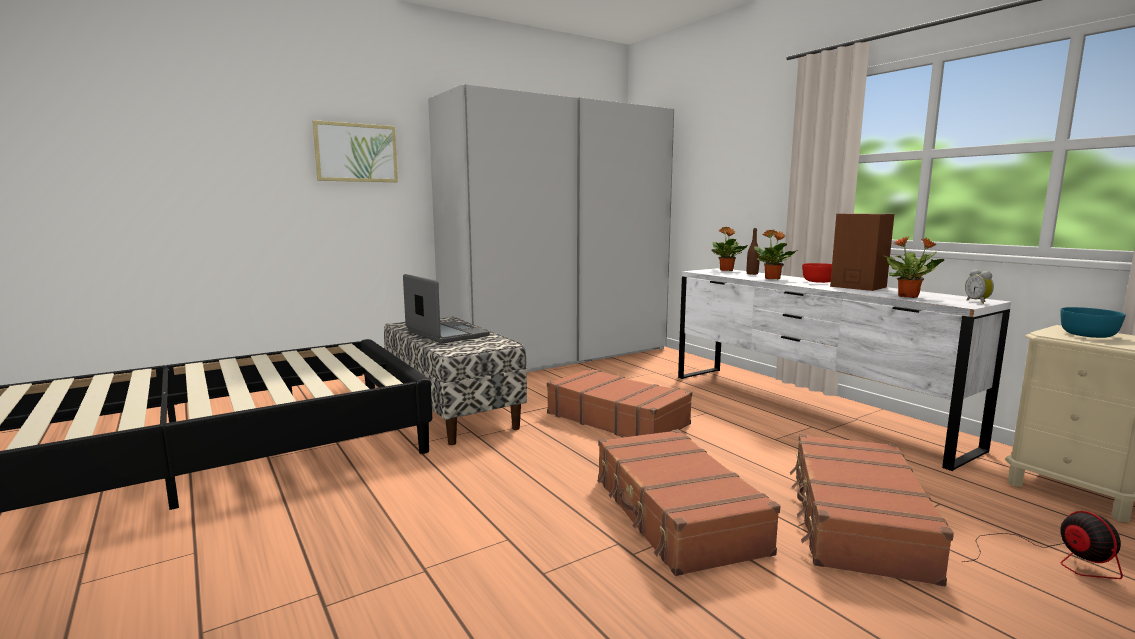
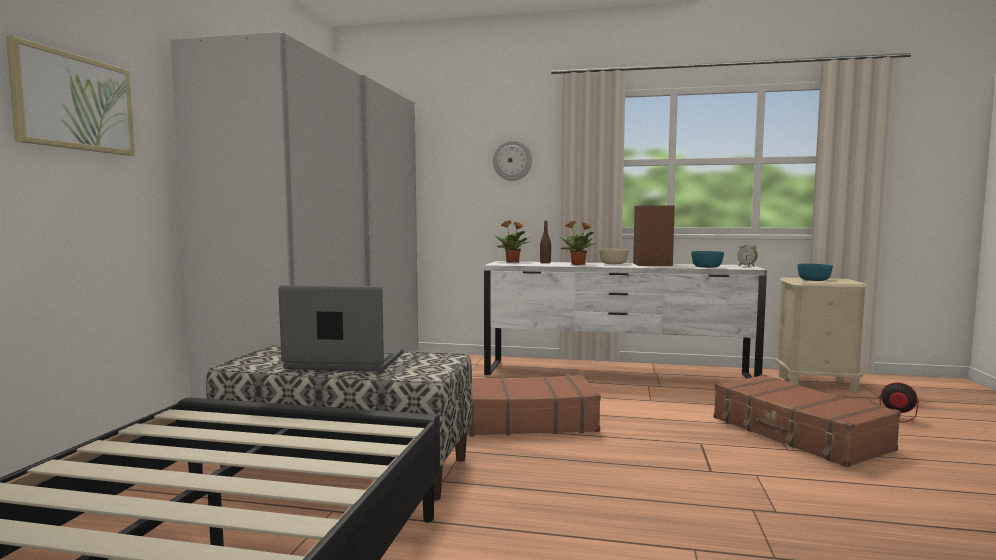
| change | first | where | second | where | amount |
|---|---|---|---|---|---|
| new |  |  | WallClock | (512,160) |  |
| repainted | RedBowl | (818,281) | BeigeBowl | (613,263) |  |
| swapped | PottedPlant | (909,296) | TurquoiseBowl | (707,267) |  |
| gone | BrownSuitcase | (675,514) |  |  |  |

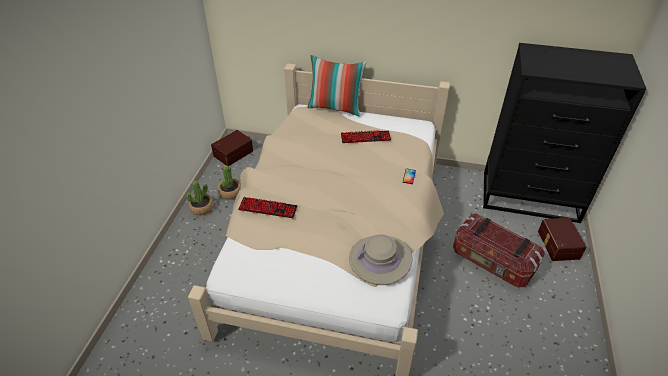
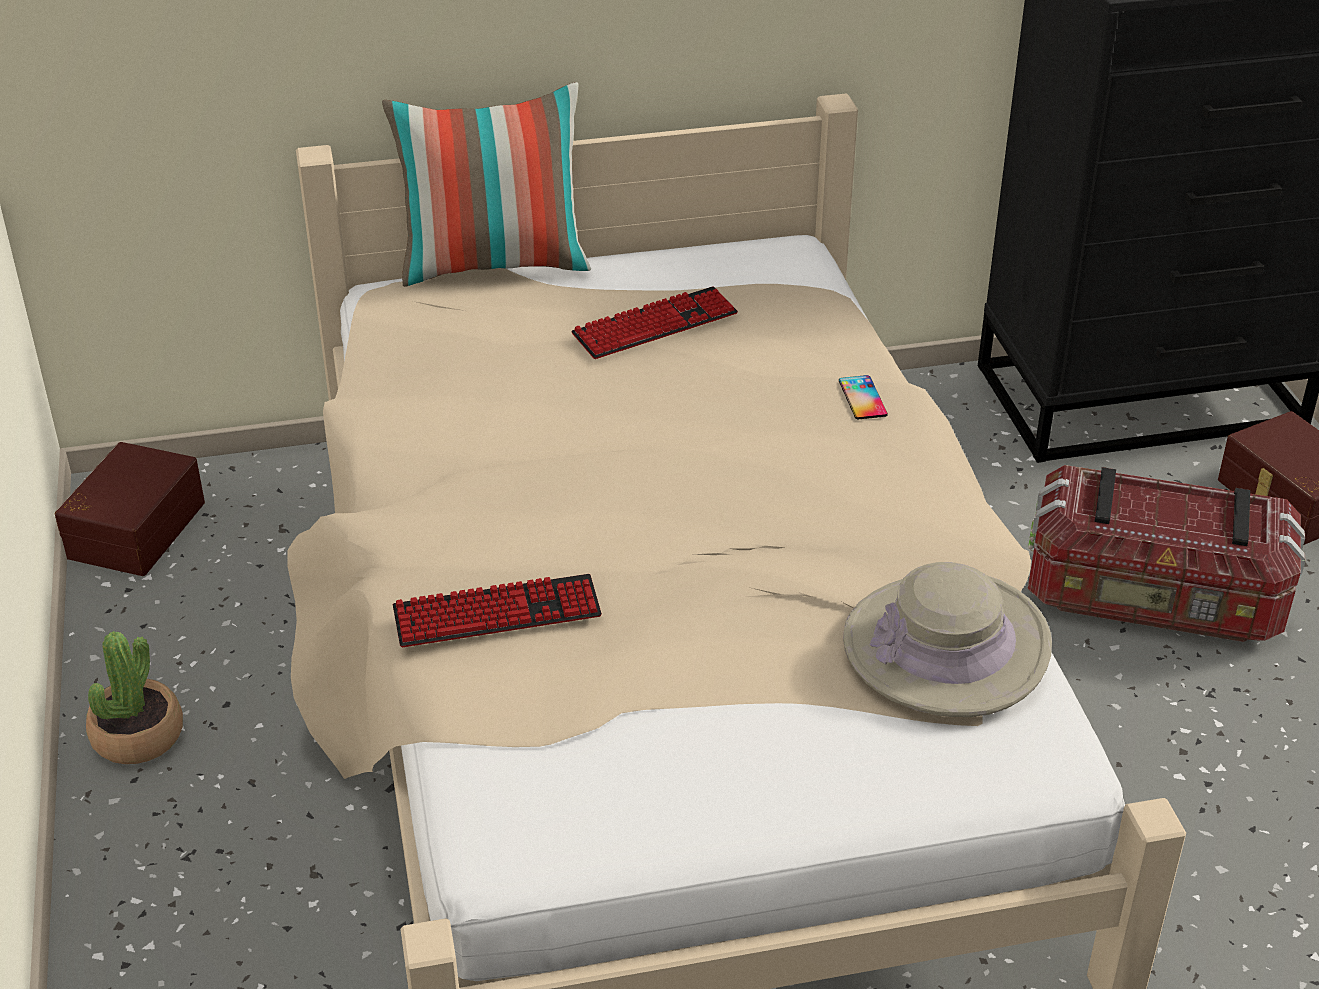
| change | first | where | second | where | amount |
|---|---|---|---|---|---|
| gone | PottedPlant | (230,192) |  |  |  |

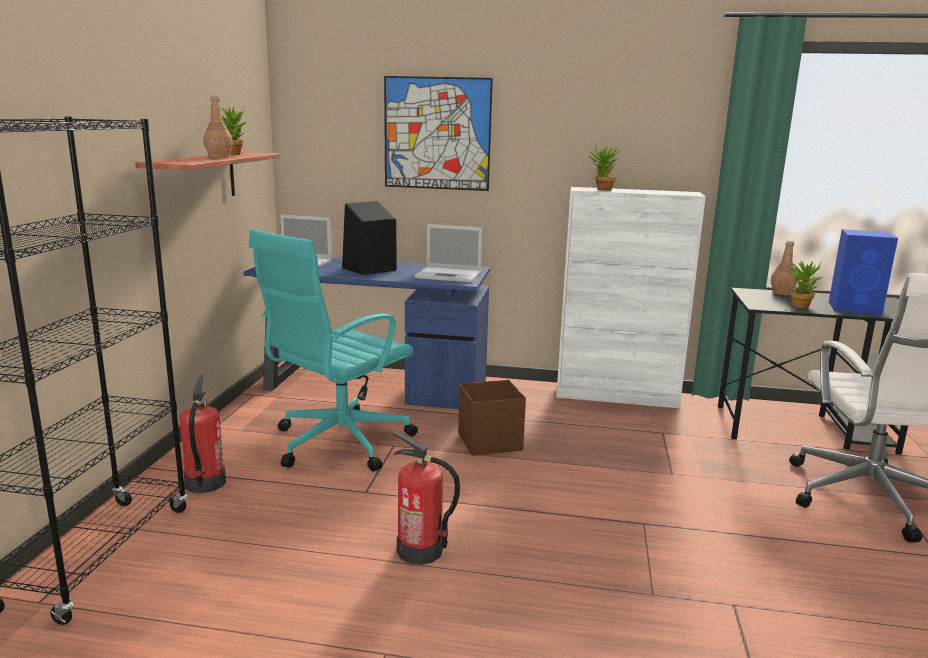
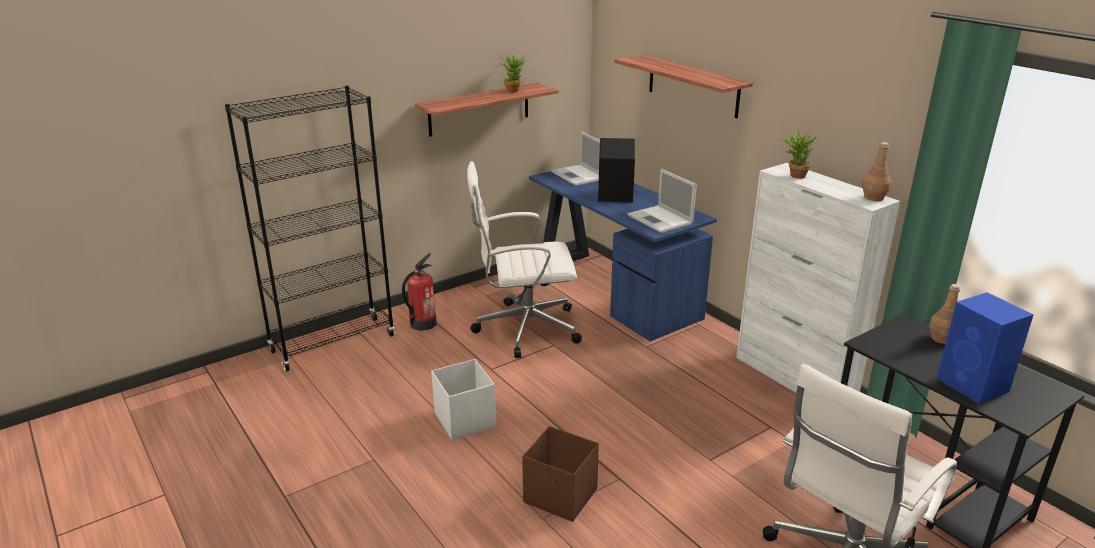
| change | first | where | second | where | amount |
|---|---|---|---|---|---|
| swapped | FireExtinguisher | (421,551) | WhiteStorageBox | (465,419) |  |
| repainted | TurquoiseOfficeChair | (338,443) | WhiteOfficeChair | (524,328) |  |
| shifted | BrownStorageBox | (491,442) |  | (561,497) |  |
| swapped | Picture | (437,133) | Shelf | (693,86) |  |
| shifted | BrownBottle | (218,157) |  | (873,197) |  |
| gone | PottedPlant | (799,305) |  |  |  |

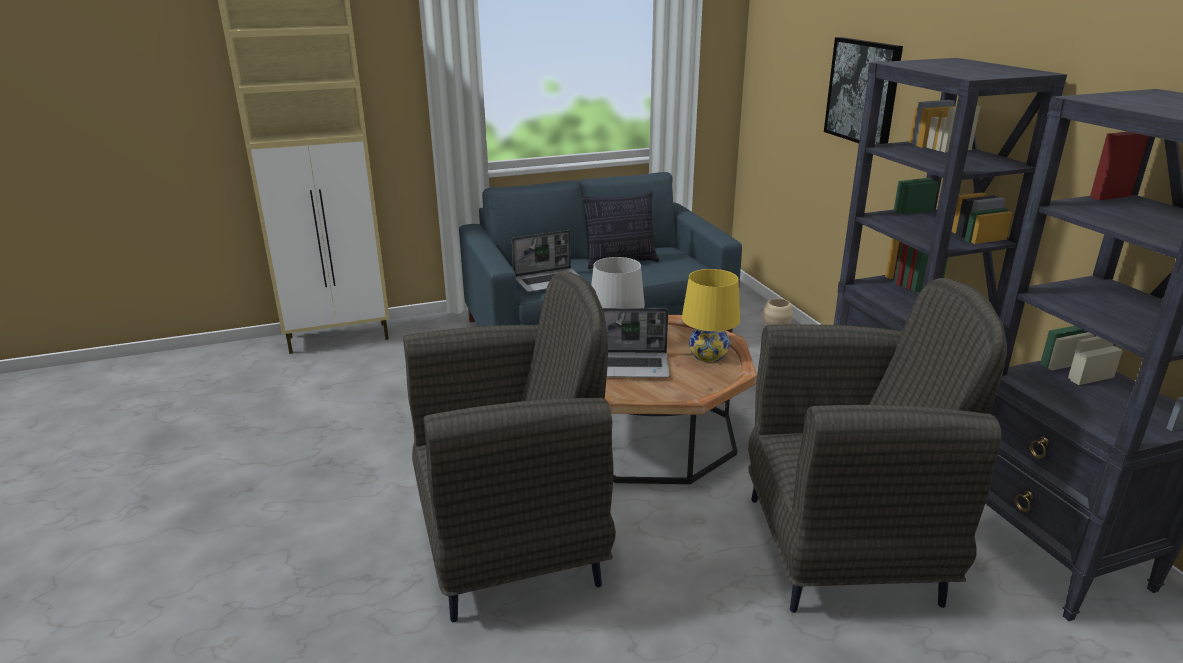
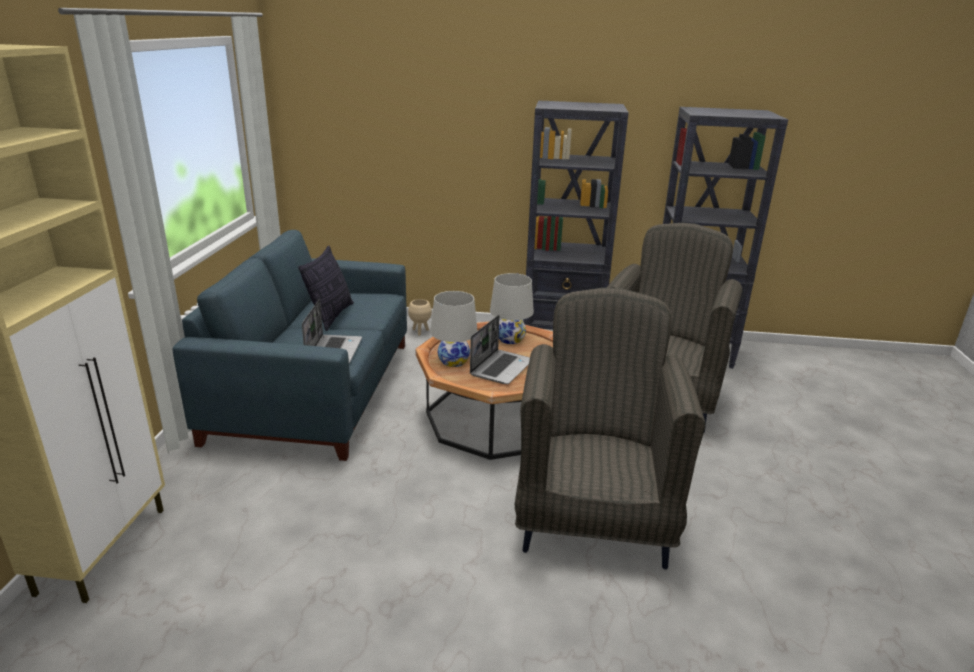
| change | first | where | second | where | amount |
|---|---|---|---|---|---|
| repainted | YellowTableLamp | (708,355) | WhiteTableLamp | (510,339) |  |
| gone | Picture | (863,92) |  |  |  |

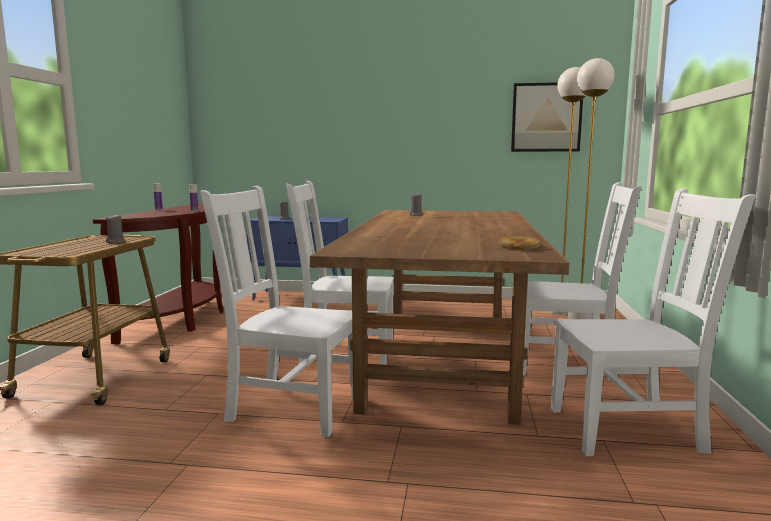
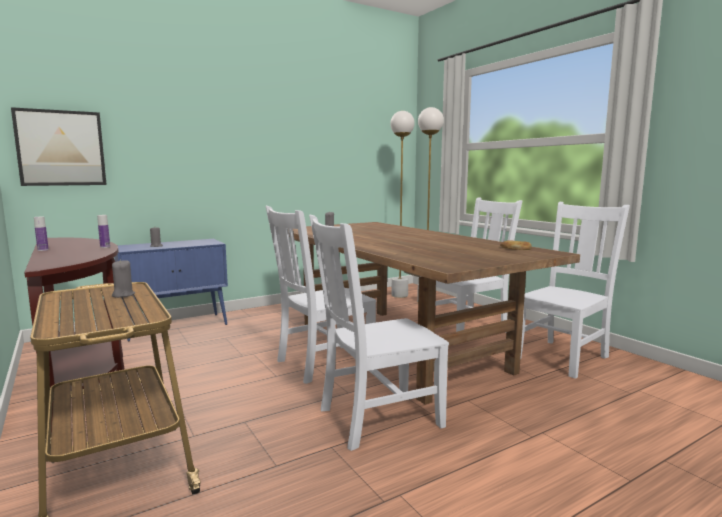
| change | first | where | second | where | amount |
|---|---|---|---|---|---|
| shifted | Picture | (546,117) |  | (61,148) |  |

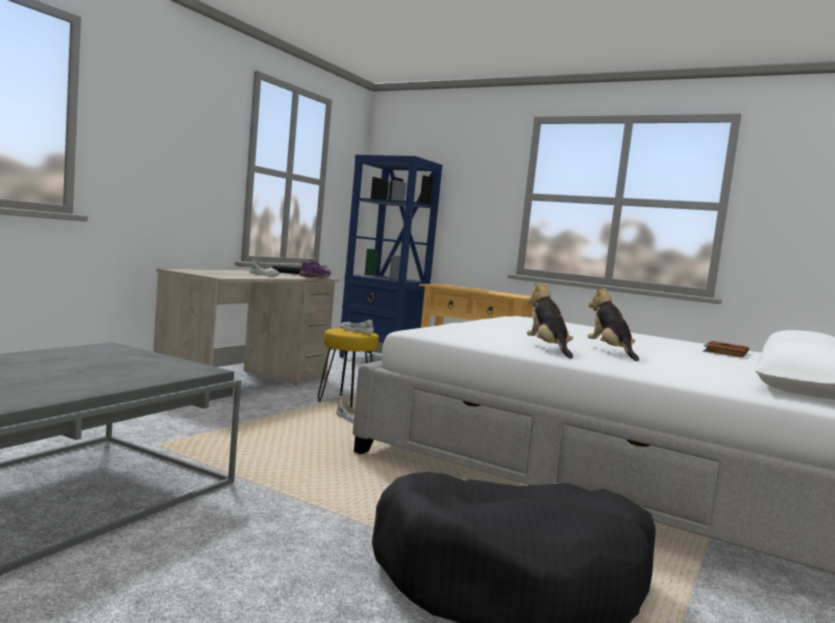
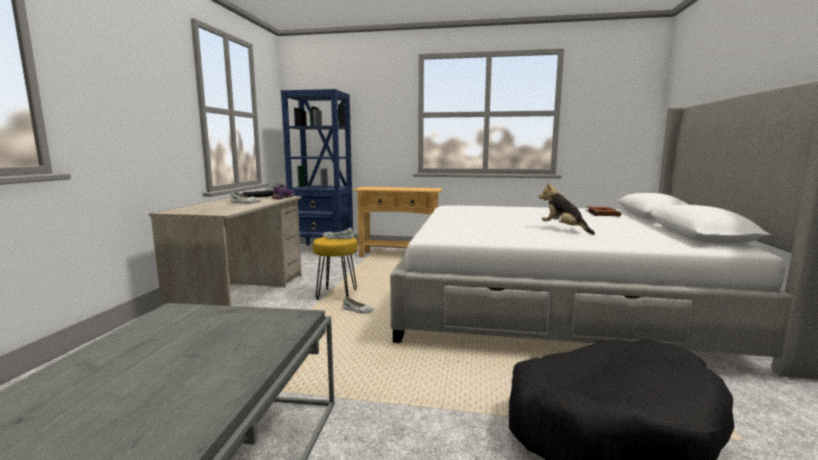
| change | first | where | second | where | amount |
|---|---|---|---|---|---|
| gone | PlushToy | (548,349) |  |  |  |

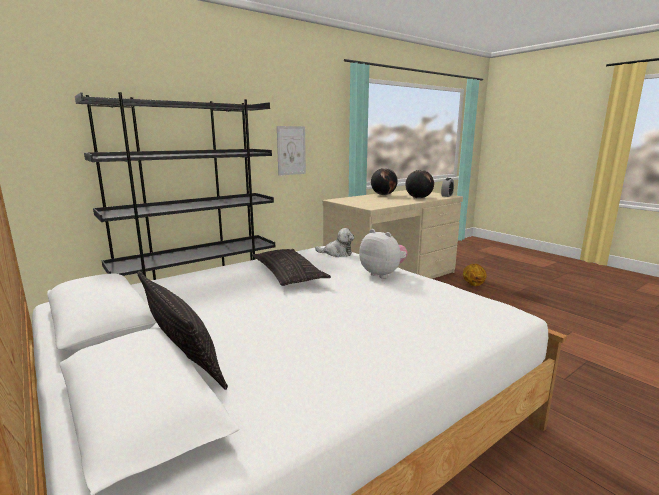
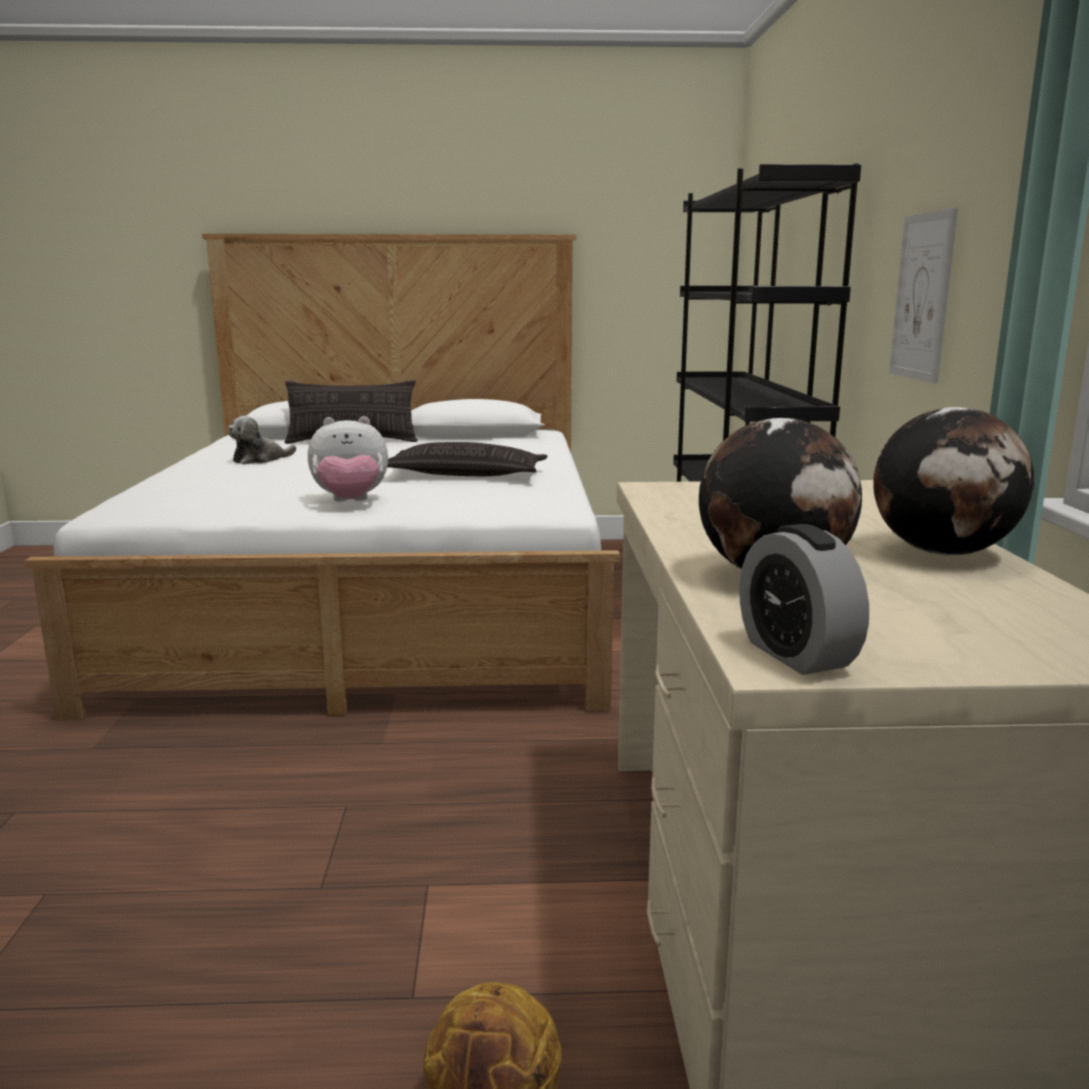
| change | first | where | second | where | amount |
|---|---|---|---|---|---|
| shifted | PlushToy | (337,253) |  | (260,460) |  |

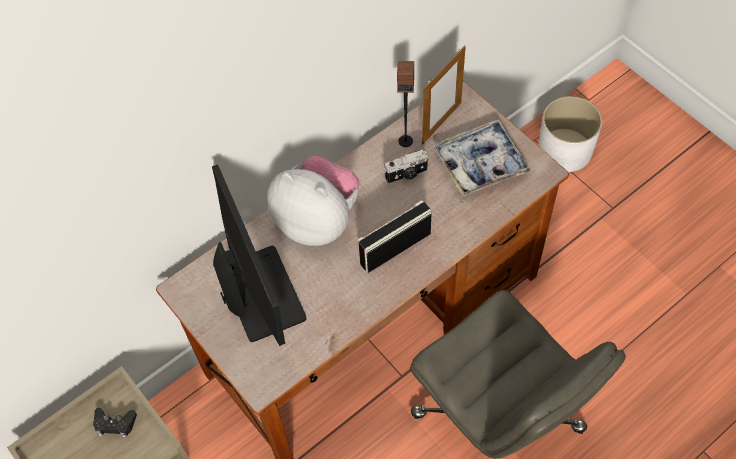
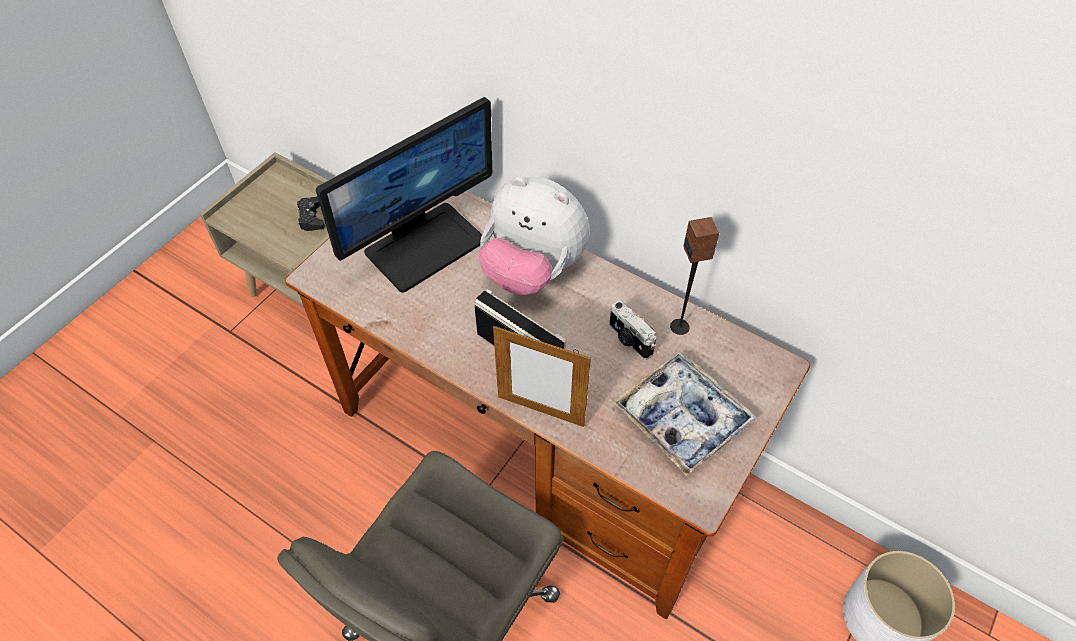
| change | first | where | second | where | amount |
|---|---|---|---|---|---|
| rotated | PlushToy | (318,220) |  | (532,270) | 105 degrees clockwise |
| shifted | PictureFrame | (441,123) |  | (540,411) |  |

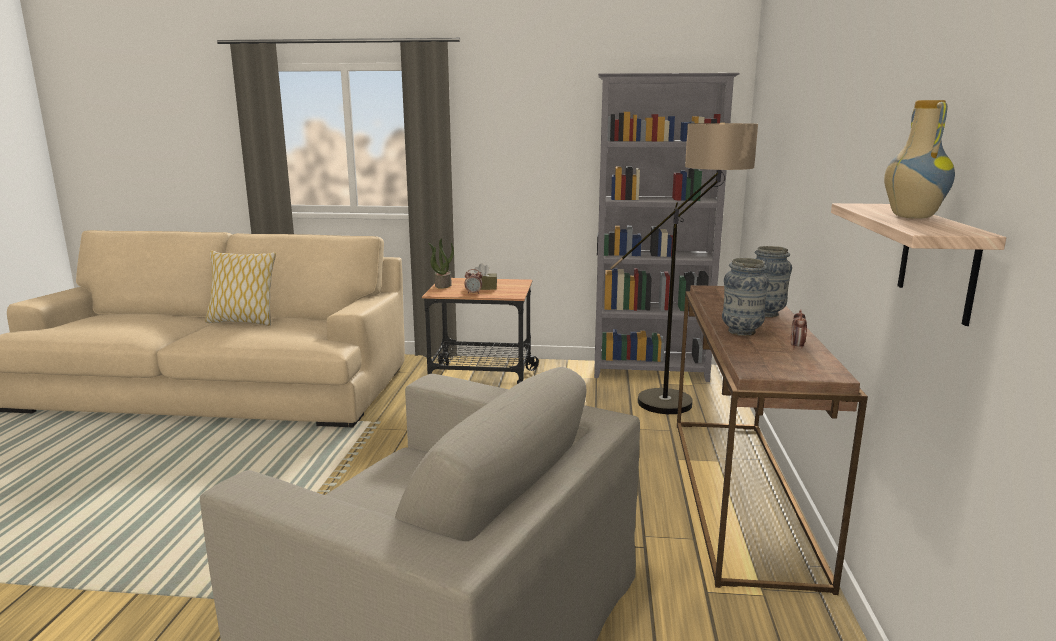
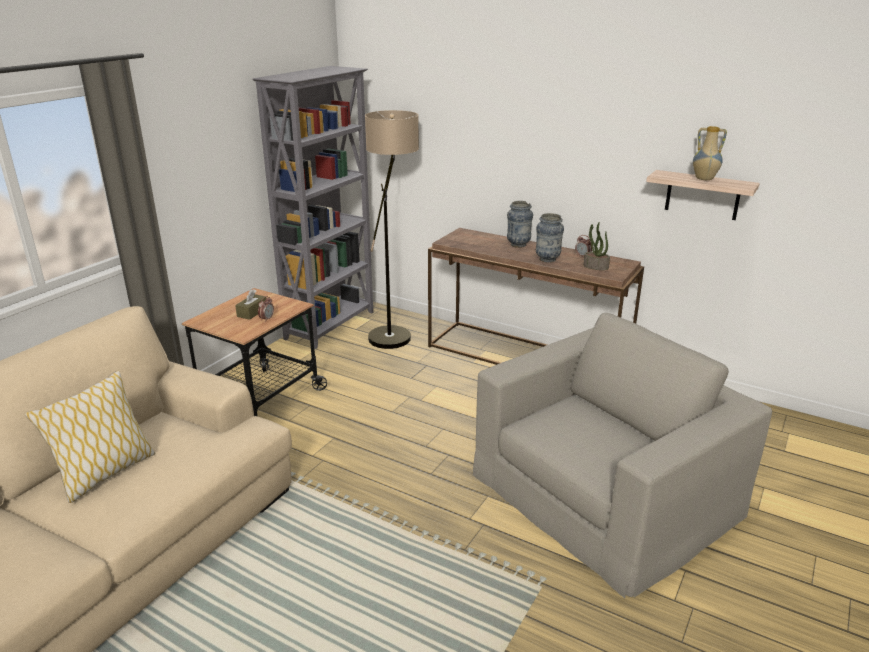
| change | first | where | second | where | amount |
|---|---|---|---|---|---|
| shifted | PottedPlant | (442,285) |  | (595,267) |  |

